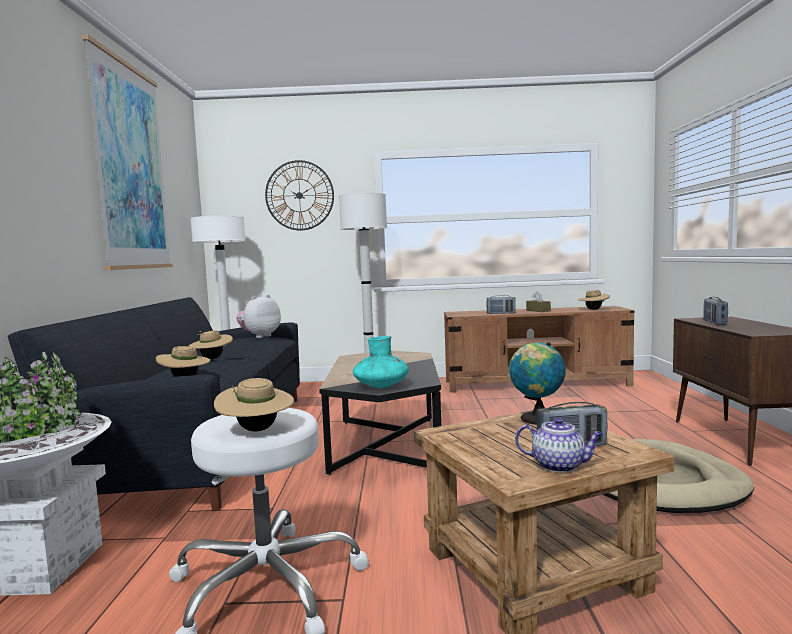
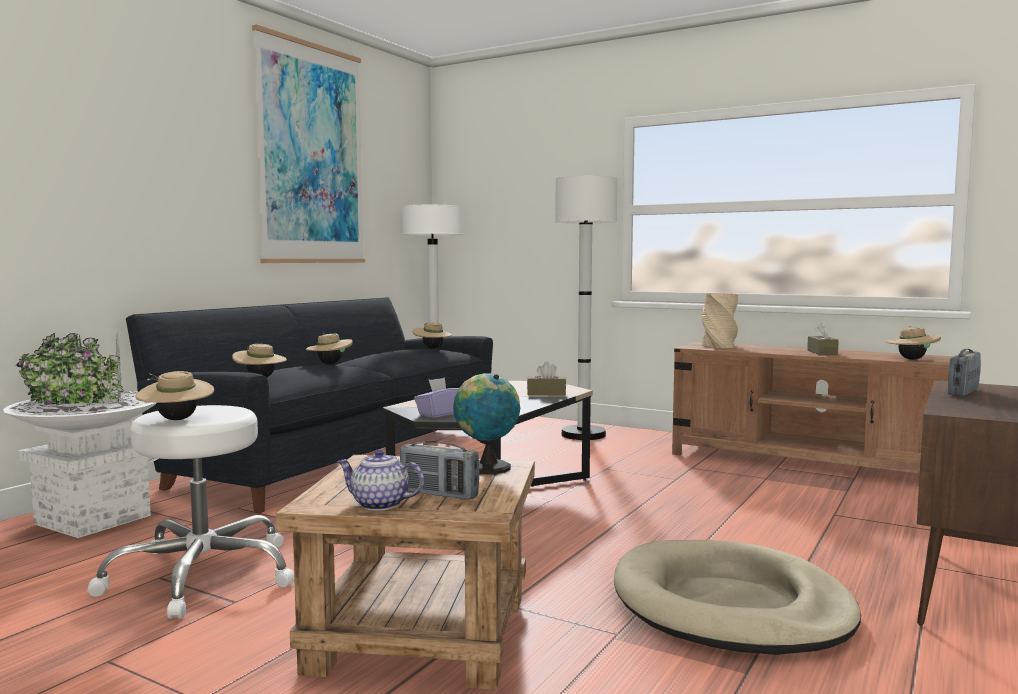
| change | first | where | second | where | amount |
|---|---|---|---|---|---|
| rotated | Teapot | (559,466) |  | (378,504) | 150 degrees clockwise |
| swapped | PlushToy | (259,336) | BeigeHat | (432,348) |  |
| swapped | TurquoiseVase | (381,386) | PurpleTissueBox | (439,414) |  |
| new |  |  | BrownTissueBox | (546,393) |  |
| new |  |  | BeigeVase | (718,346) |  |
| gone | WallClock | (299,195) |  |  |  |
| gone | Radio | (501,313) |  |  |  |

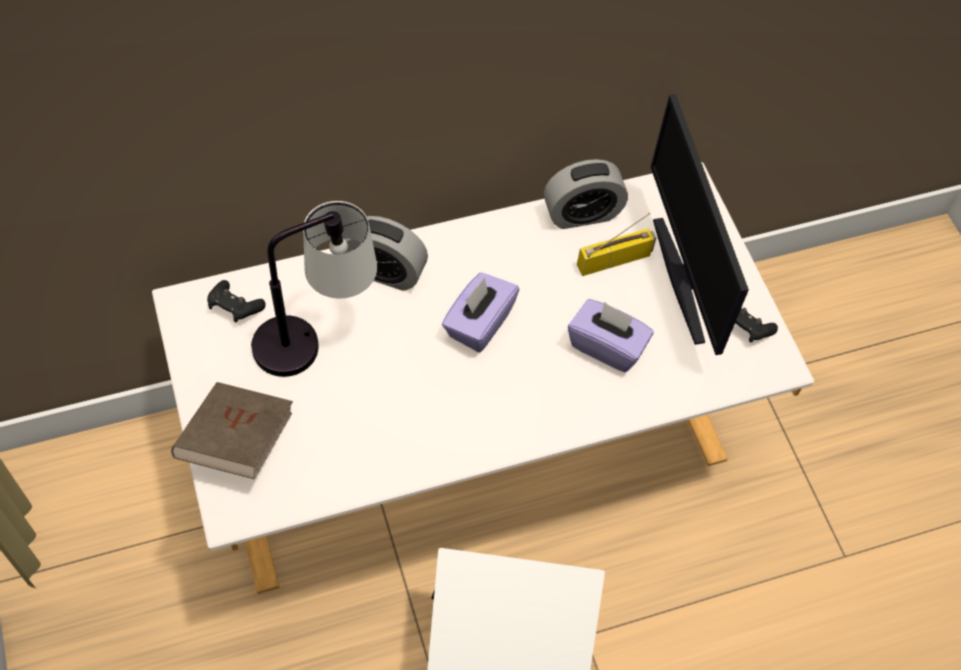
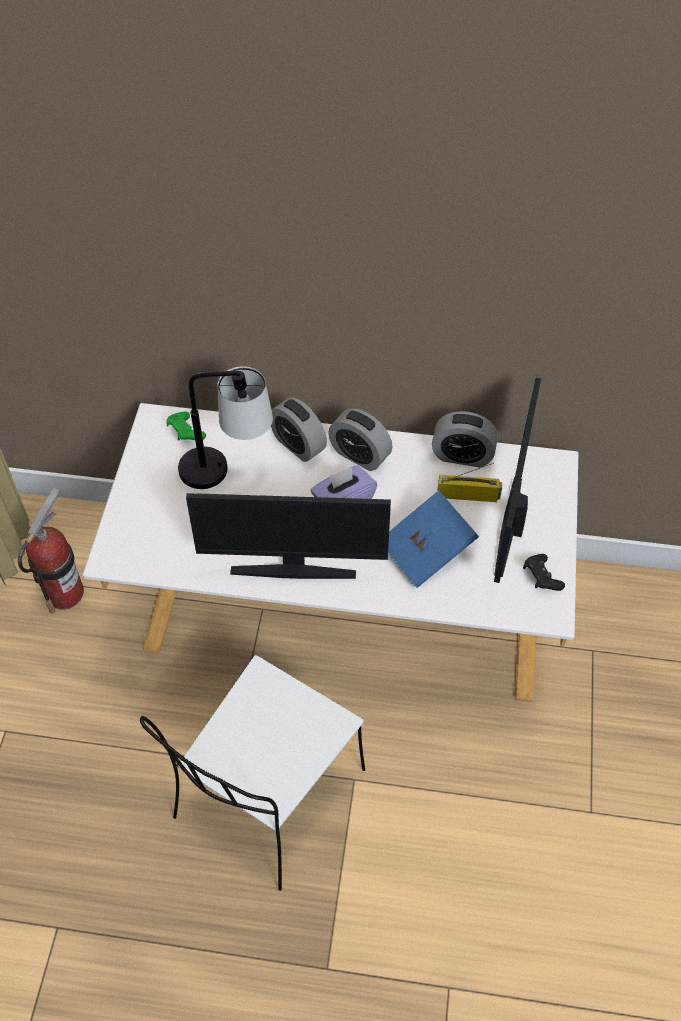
| change | first | where | second | where | amount |
|---|---|---|---|---|---|
| new |  |  | FireExtinguisher | (64,593) |  |
| repainted | BlackGameController | (235,308) | GreenGameController | (185,432) |  |
| new |  |  | Monitor | (293,569) |  |
| new |  |  | AlarmClock | (359,455) |  |
| swapped | PurpleTissueBox | (607,346) | BlueBook | (427,551) |  |
| gone | BrownBook | (237,441) |  |  |  |

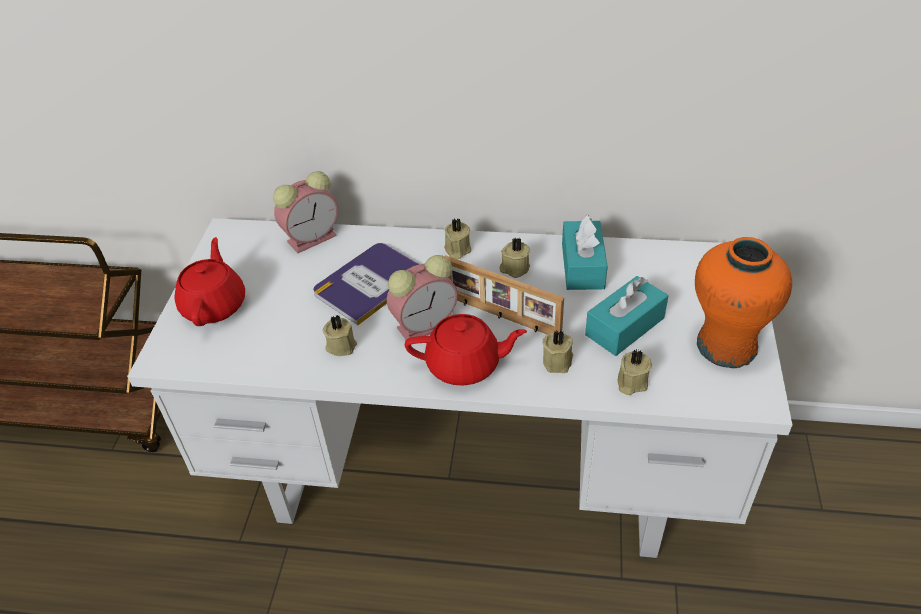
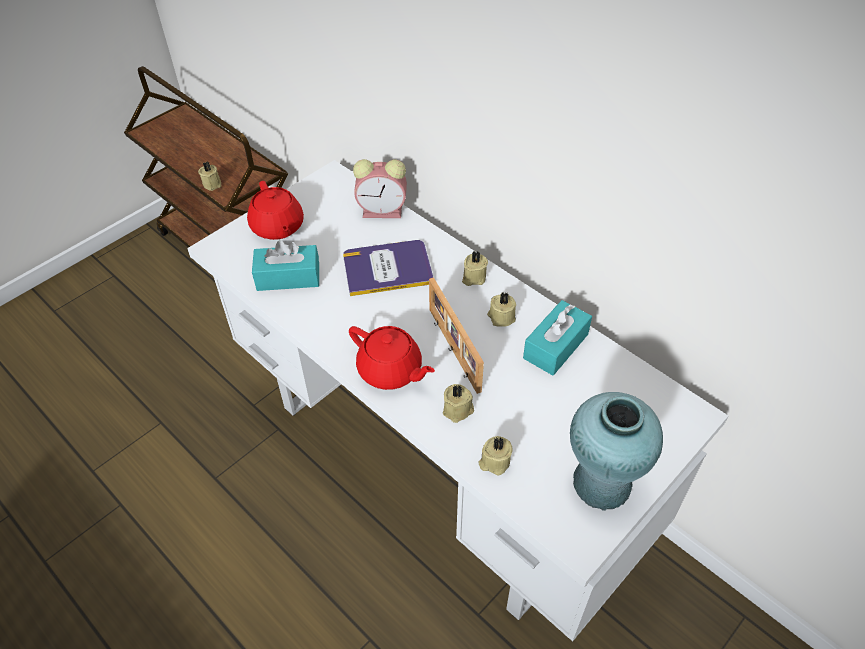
| change | first | where | second | where | amount |
|---|---|---|---|---|---|
| shifted | BeigeCandle | (341,345) |  | (212,183) |  |
| rotated | RedTeapot | (215,305) |  | (277,227) | 120 degrees clockwise |
| shifted | TurquoiseTissueBox | (624,326) |  | (288,277) |  |
| repainted | OrangeVase | (726,346) | TurquoiseVase | (601,483) |  |
| gone | AlarmClock | (426,324) |  |  |  |

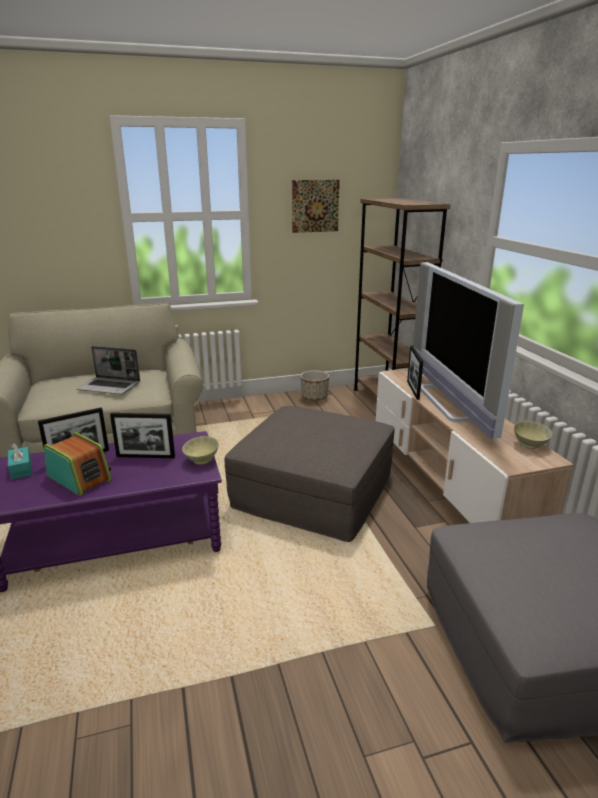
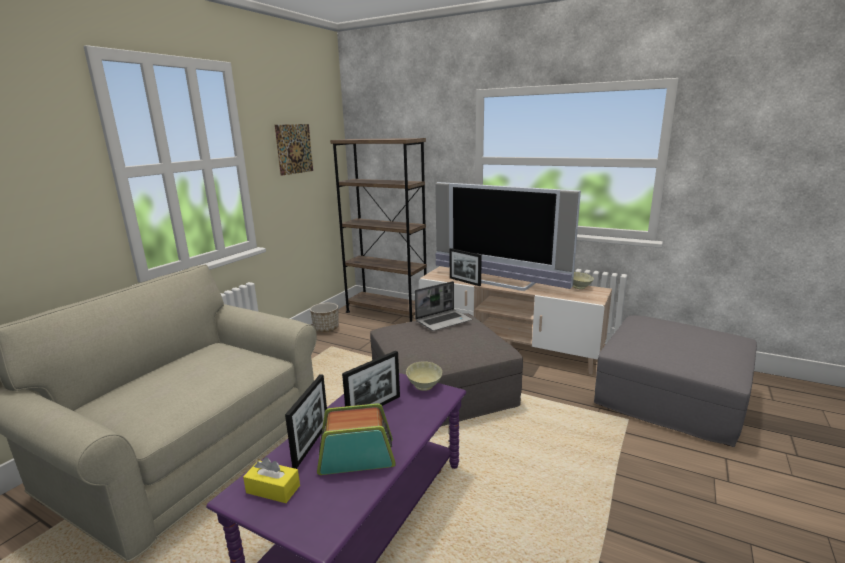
| change | first | where | second | where | amount |
|---|---|---|---|---|---|
| repainted | TurquoiseTissueBox | (21,469) | YellowTissueBox | (273,489) |  |
| shifted | Laptop | (110,387) |  | (443,321) |  |

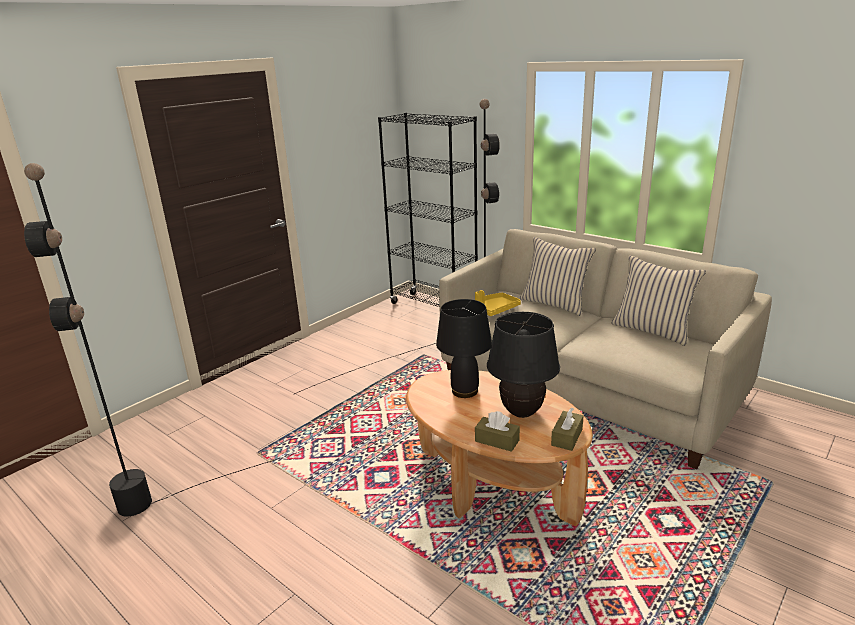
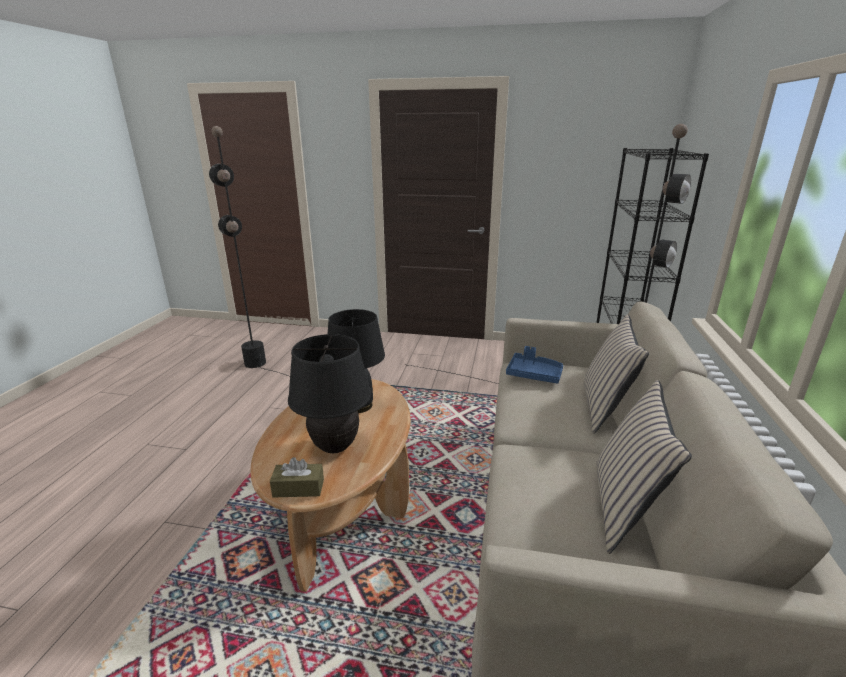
| change | first | where | second | where | amount |
|---|---|---|---|---|---|
| repainted | YellowTray | (494,309) | BlueTray | (534,374) |  |
| gone | BrownTissueBox | (497,441) |  |  |  |

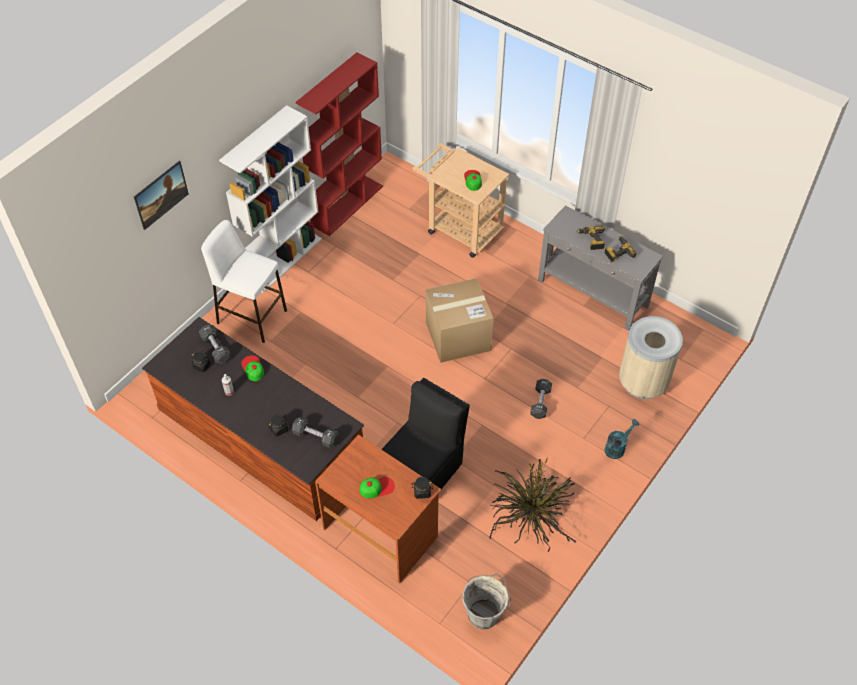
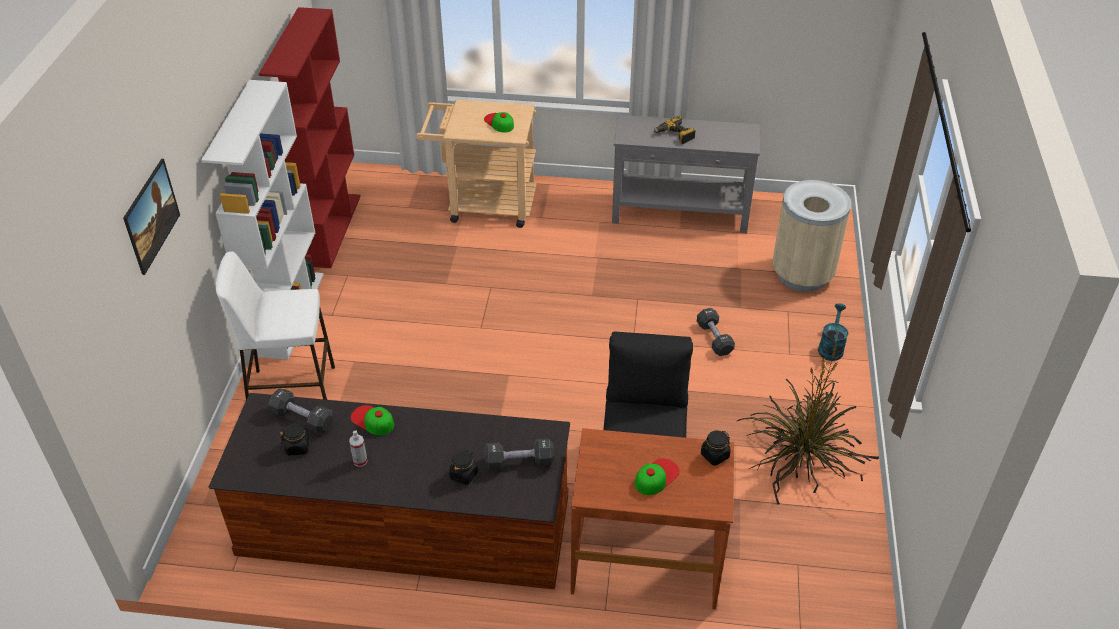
| change | first | where | second | where | amount |
|---|---|---|---|---|---|
| gone | CardboardBox | (458,336) |  |  |  |
| gone | GreyBucket | (484,613) |  |  |  |
| gone | PowerDrill | (618,252) |  |  |  |

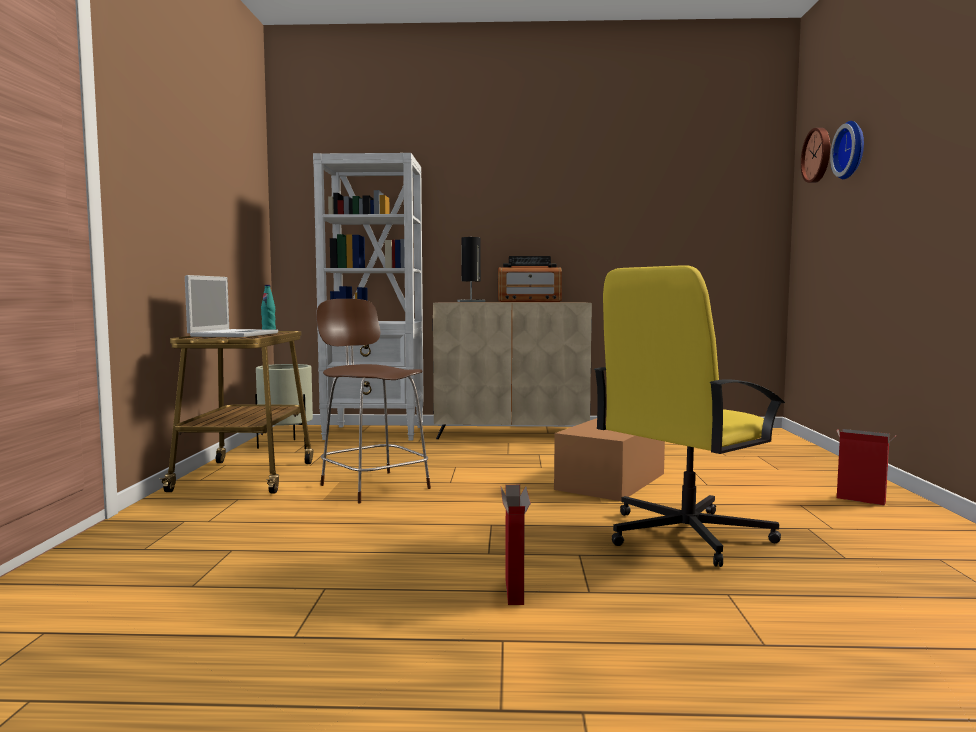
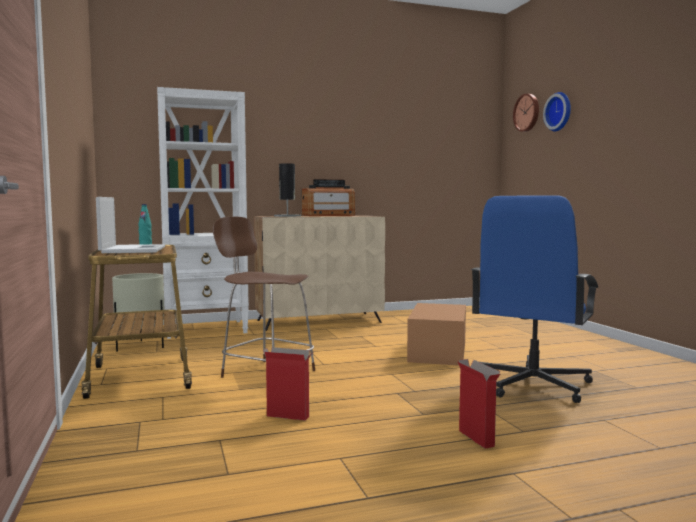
| change | first | where | second | where | amount |
|---|---|---|---|---|---|
| shifted | CardboardBox | (862,500) |  | (289,416) |  |
| repainted | YellowOfficeChair | (684,535) | BlueOfficeChair | (531,384) |  |

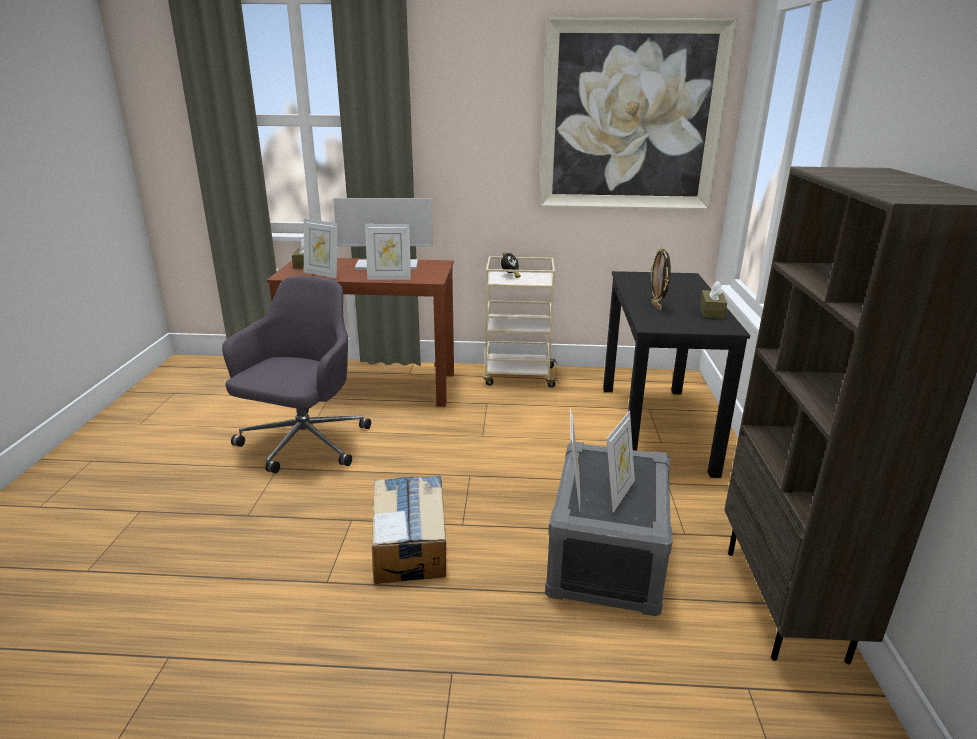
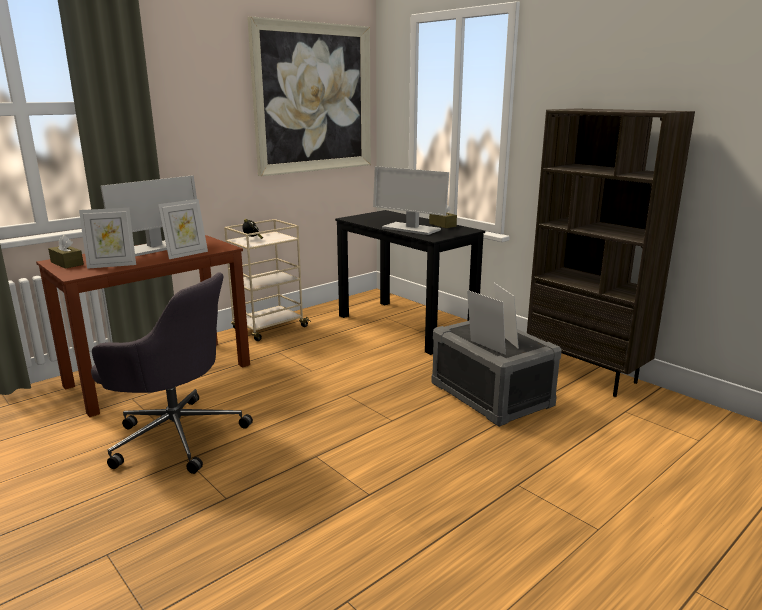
| change | first | where | second | where | amount |
|---|---|---|---|---|---|
| rotated | GreyOfficeChair | (303,444) |  | (176,435) | 135 degrees clockwise |
| swapped | PictureFrame | (657,306) | Monitor | (410,229) |  |
| gone | CardboardBox | (410,543) |  |  |  |

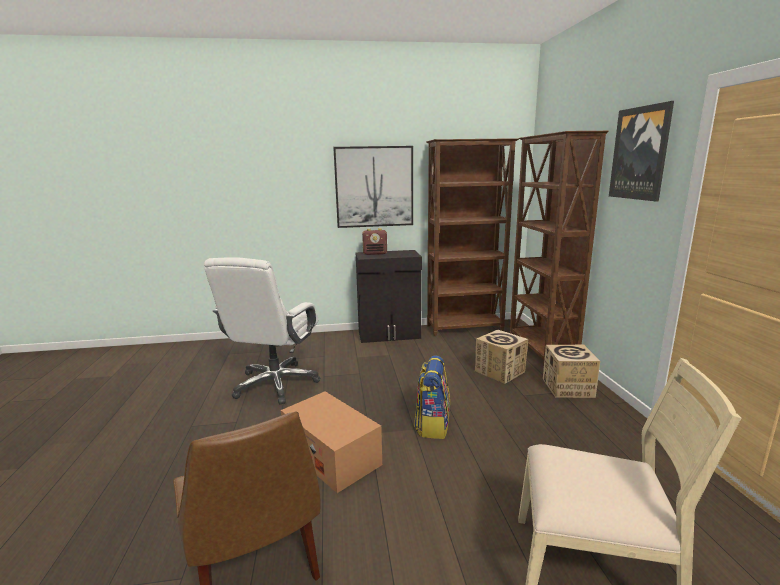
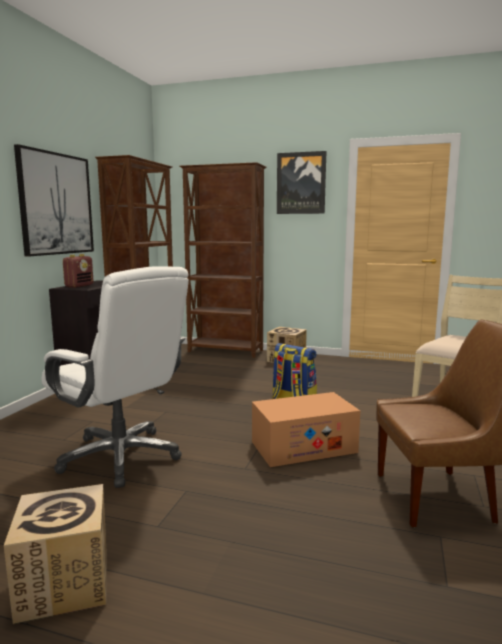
| change | first | where | second | where | amount |
|---|---|---|---|---|---|
| shifted | CardboardBox | (500,371) |  | (65,583) |  |

